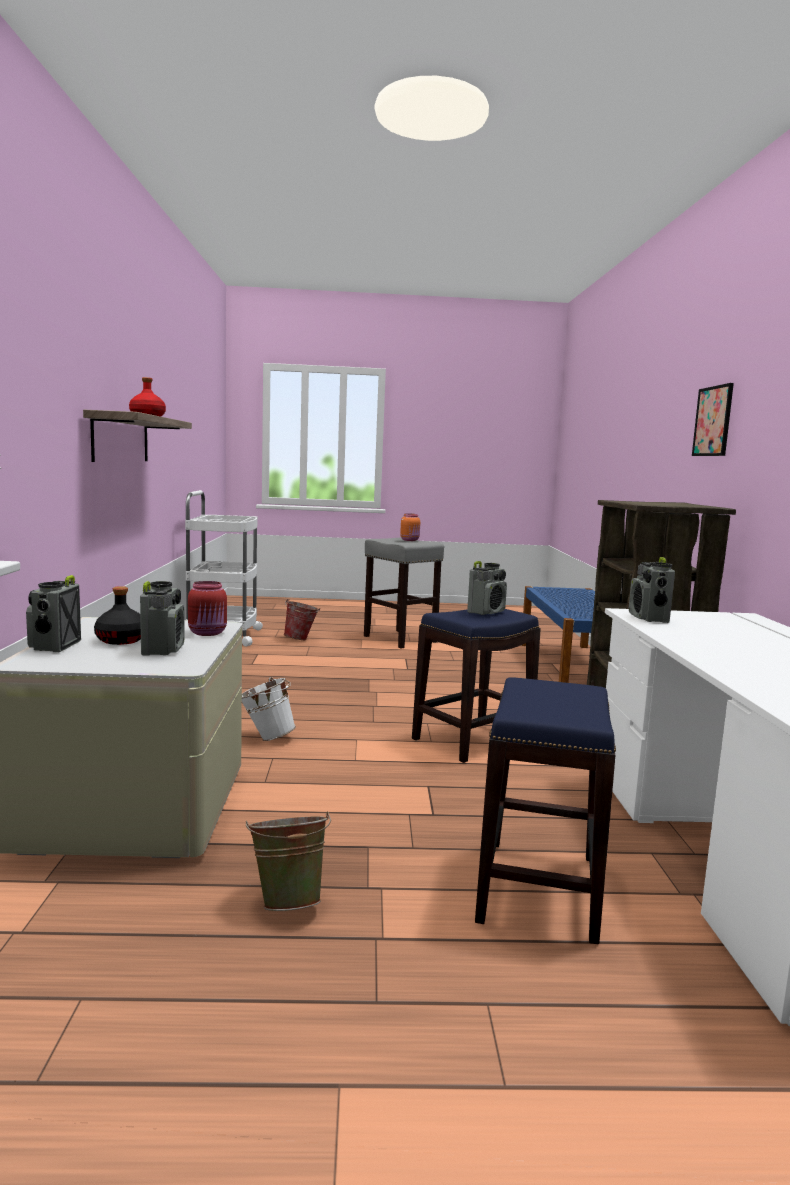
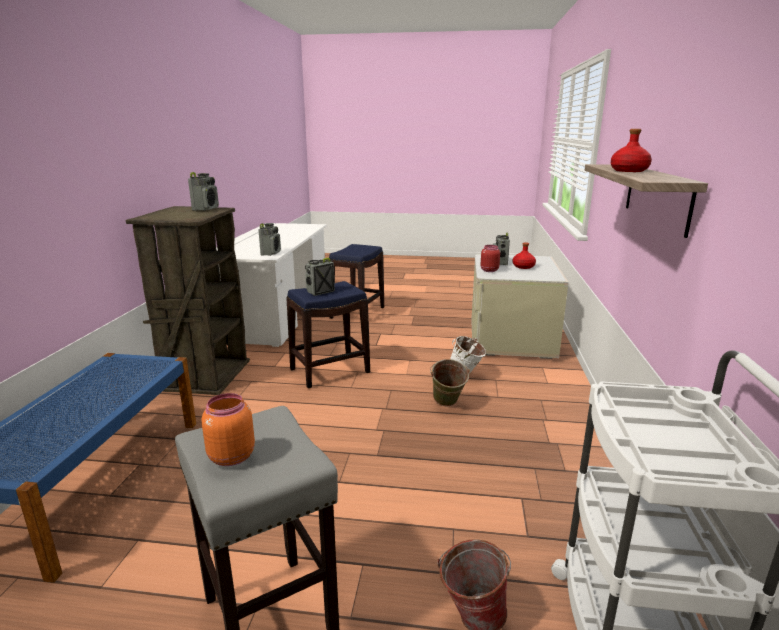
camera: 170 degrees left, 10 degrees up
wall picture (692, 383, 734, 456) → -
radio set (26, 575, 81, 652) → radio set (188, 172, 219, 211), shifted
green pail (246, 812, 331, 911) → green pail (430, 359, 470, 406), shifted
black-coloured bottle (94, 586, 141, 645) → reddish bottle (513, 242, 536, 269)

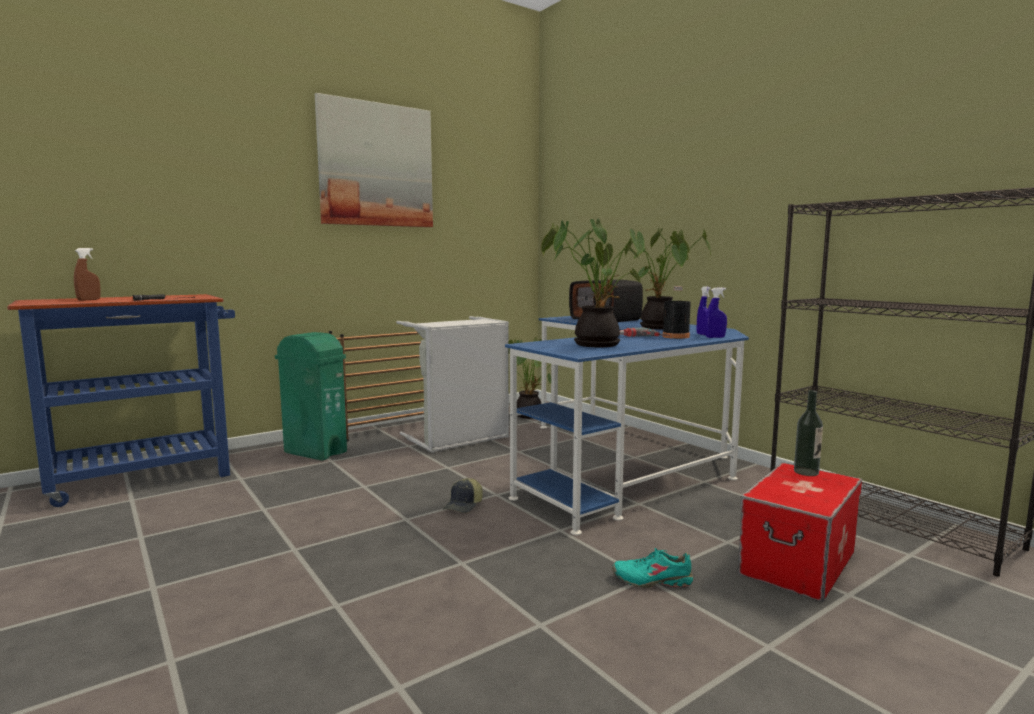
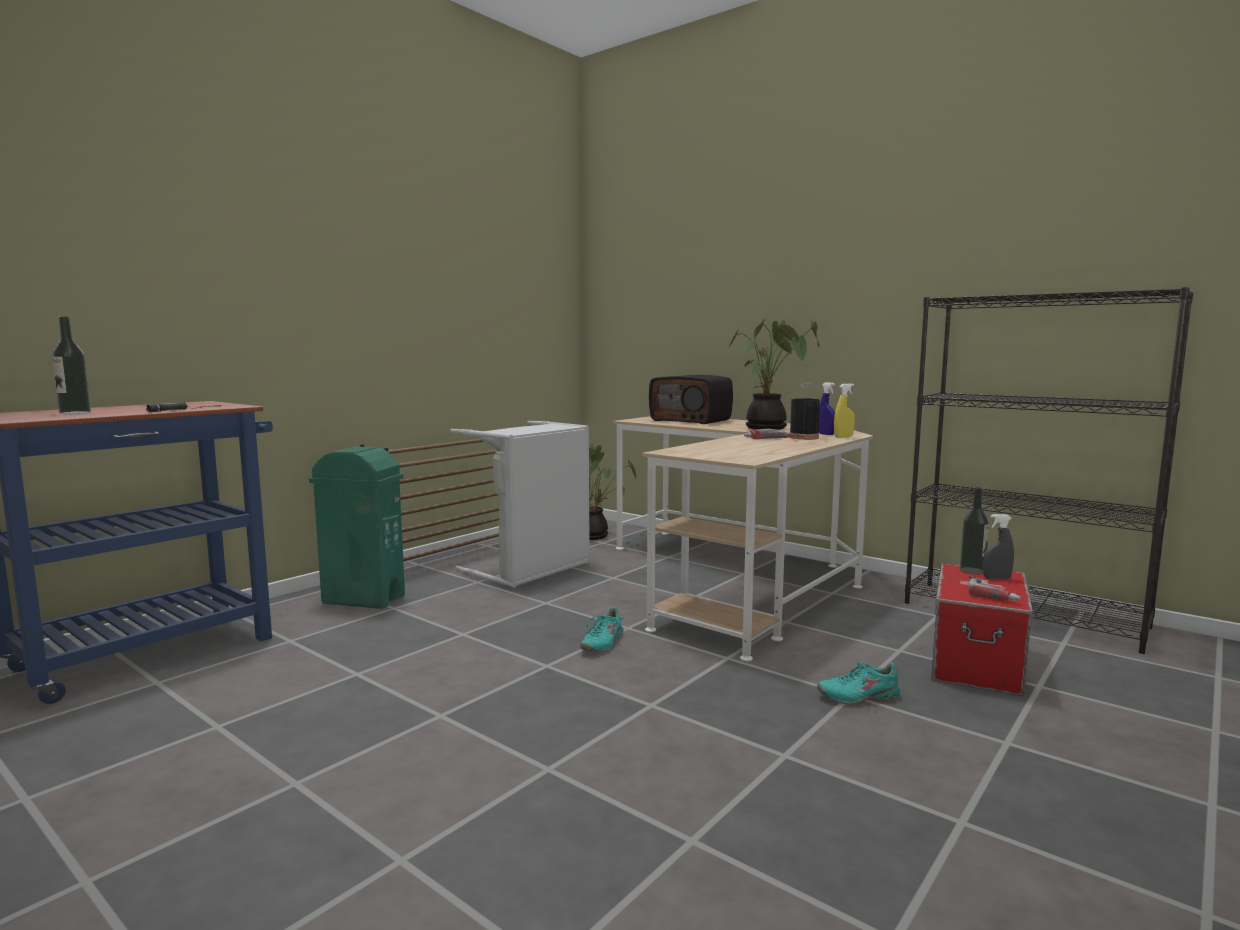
camera: 15 degrees left, 0 degrees up
wall picture (315, 93, 433, 227) → -
plant in a pot (541, 219, 644, 347) → -
- → drill (968, 575, 1021, 601)
- → gray spray bottle (983, 514, 1014, 579)
brown spray bottle (74, 248, 101, 301) → bottle (52, 316, 91, 414)
baseball cap (443, 478, 483, 513) → blue-green item of footwear (580, 607, 627, 652)
bluish desk unit (505, 316, 749, 535) → sand-coloured desk unit (613, 416, 873, 661)
bluish spray bottle (705, 287, 727, 338) → yellow spray bottle (834, 383, 855, 438)

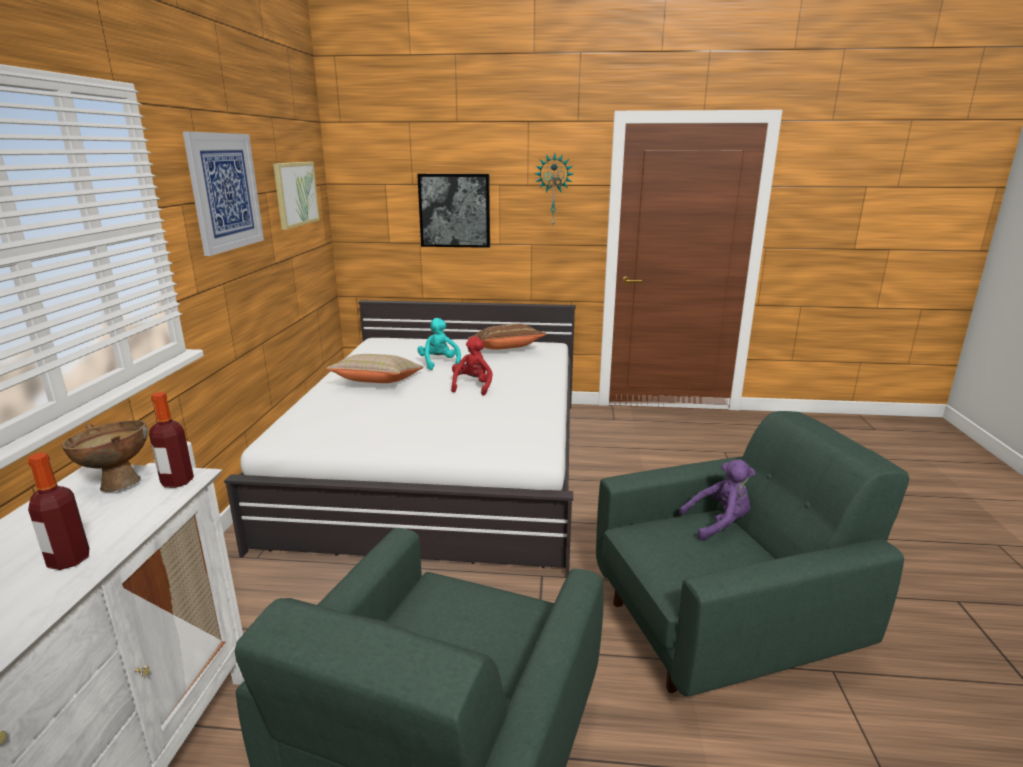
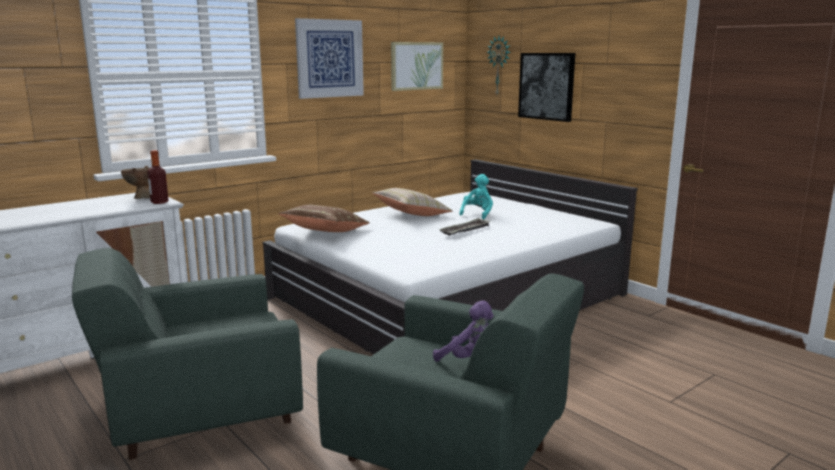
camera: 45 degrees right, 5 degrees down
bottle (28, 453, 89, 570) → -
brown throw pillow (467, 324, 546, 350) → brown throw pillow (278, 205, 370, 232), shifted
clock on the wall (535, 153, 573, 225) → clock on the wall (487, 36, 511, 95), shifted
reddish soft toy (451, 336, 493, 396) → tray (439, 218, 491, 236)

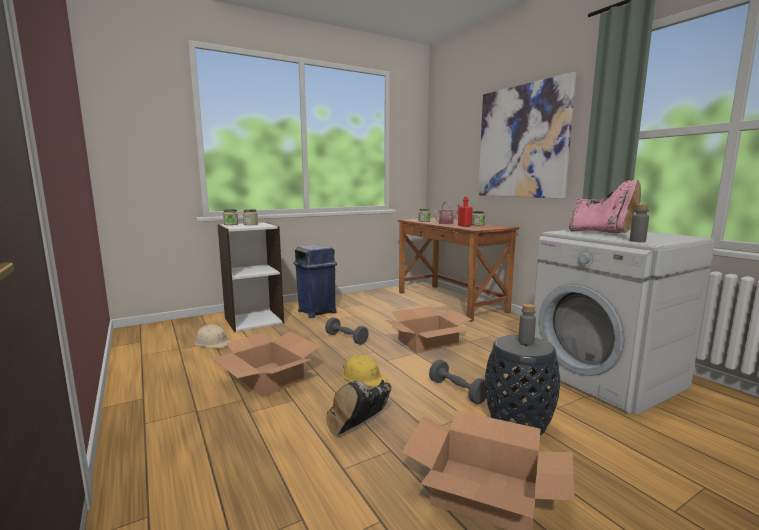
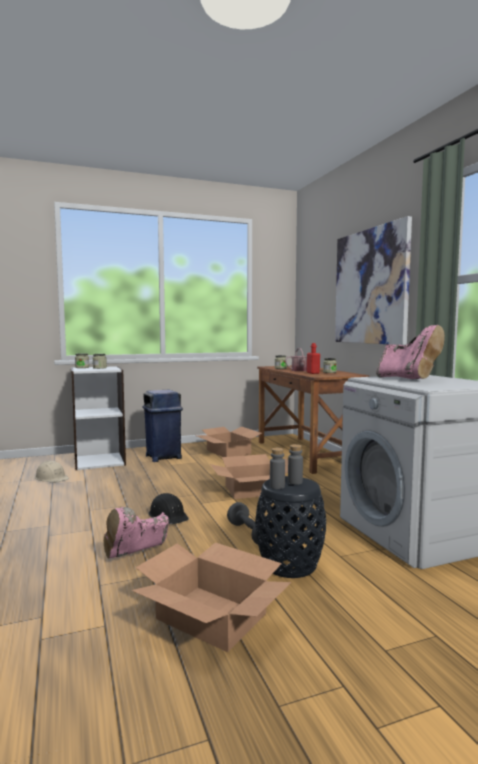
camera: 10 degrees right, 5 degrees down
gray free weight (325, 317, 369, 345) → -
packing box (211, 332, 321, 397) → packing box (195, 427, 262, 457), shifted
gray bottle (630, 204, 649, 242) → gray bottle (270, 448, 285, 489), shifted
black-coloured boot (326, 380, 392, 435) → pinkish boot (104, 507, 169, 558)
yellow work helmet (342, 355, 387, 387) → black-coloured work helmet (149, 493, 189, 524)

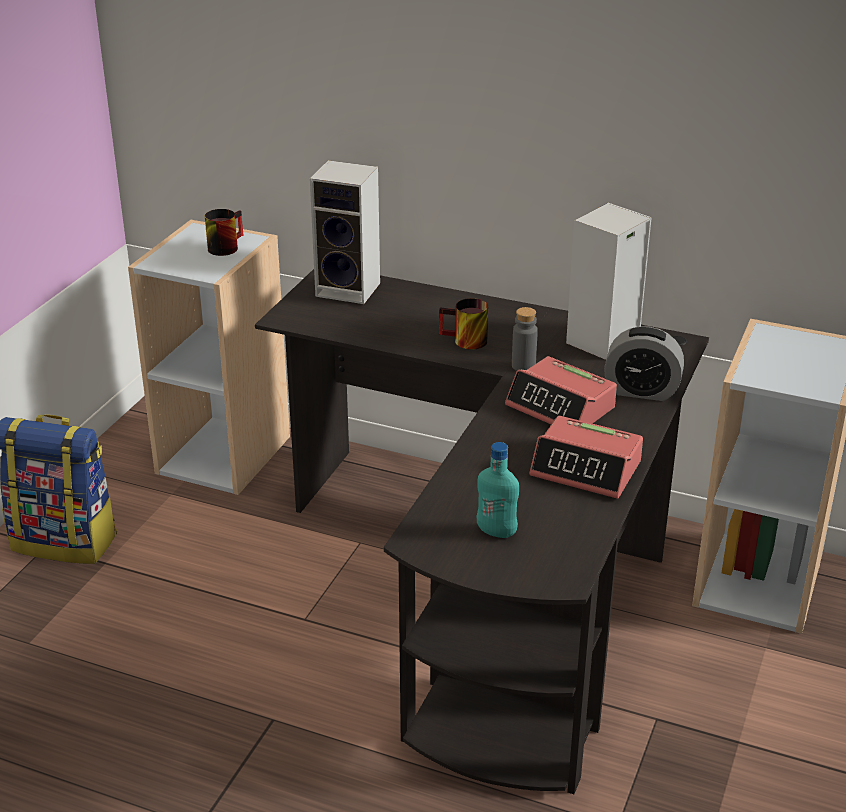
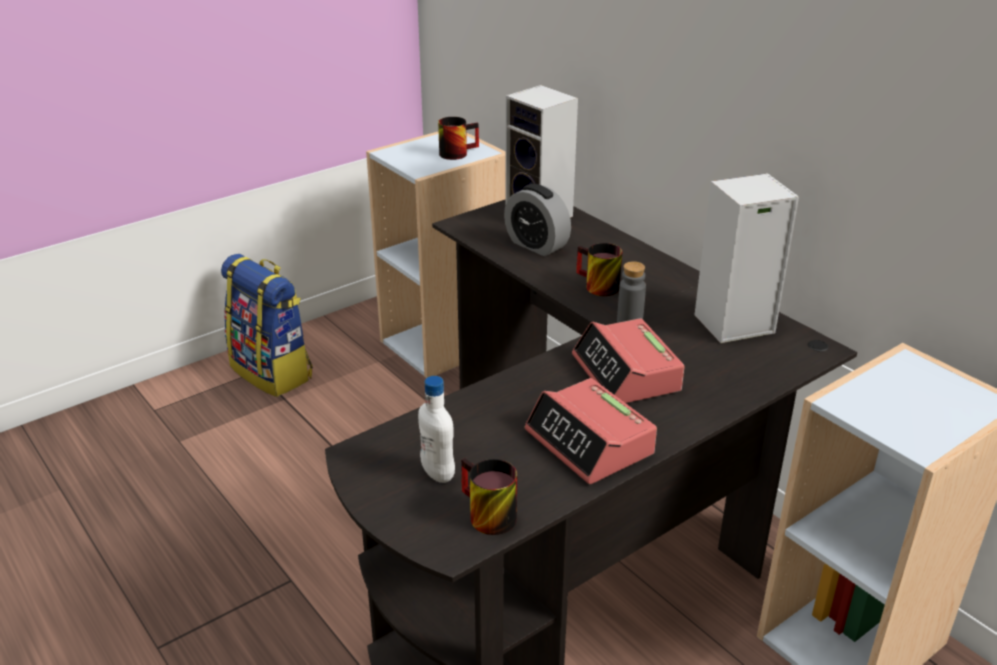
camera: 30 degrees right, 0 degrees up
- → mug (461, 458, 517, 535)
table clock (604, 327, 684, 401) → table clock (504, 184, 571, 256), shifted
blue-green bottle (477, 442, 519, 538) → white bottle (418, 376, 455, 483)

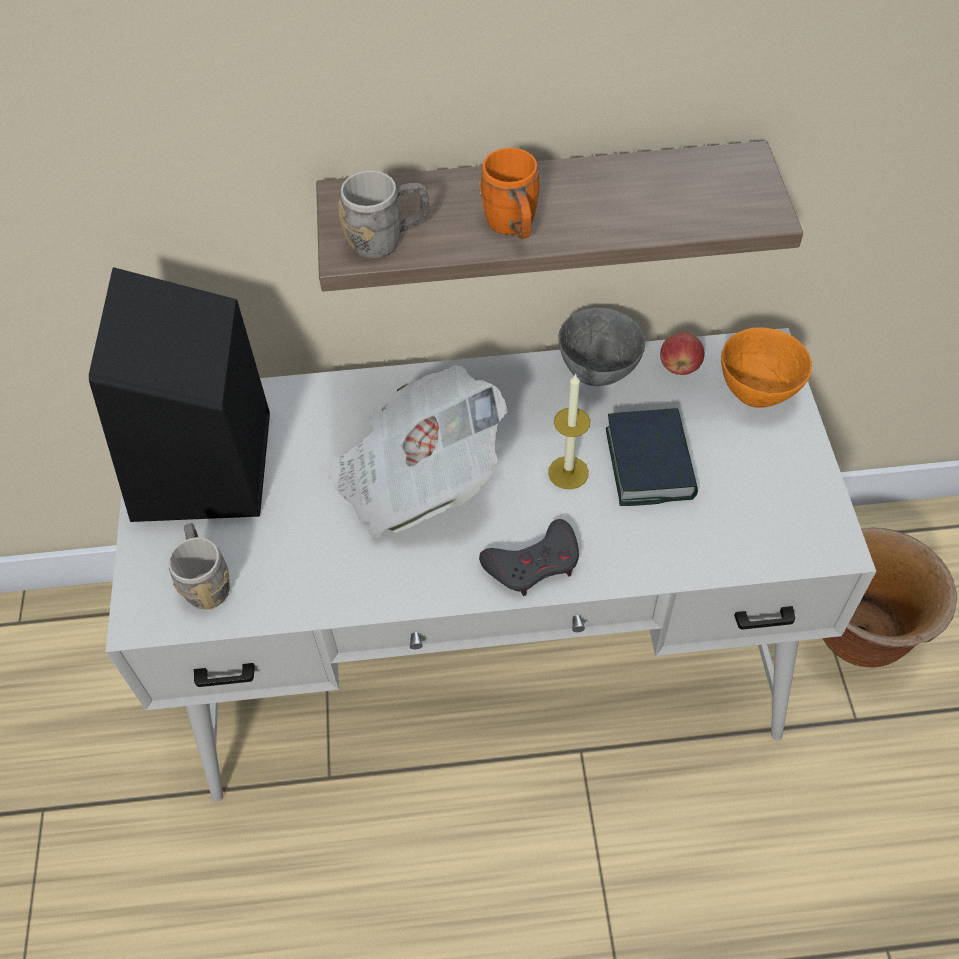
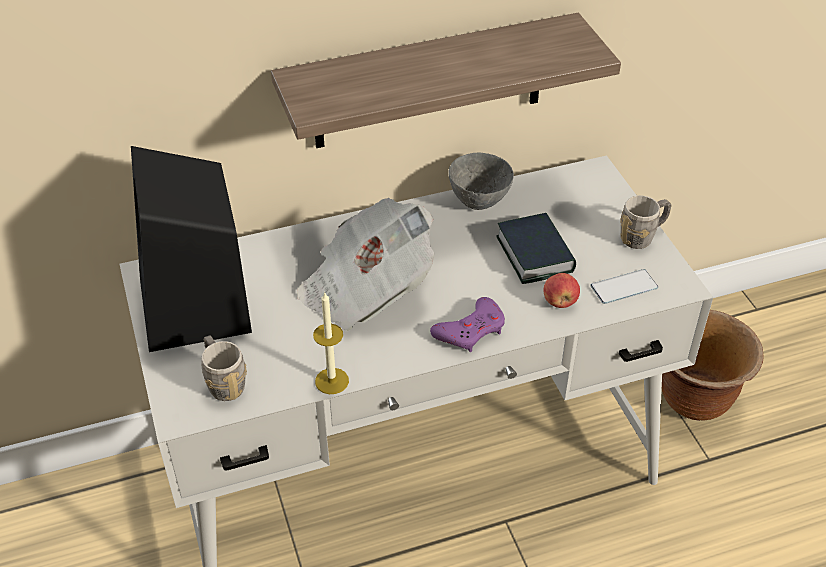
camera: 15 degrees left, 10 degrees down
orange mug (479, 148, 539, 239) → -
orange bowl (721, 327, 812, 408) → -
- → phone (590, 269, 658, 304)
gray mug (338, 171, 429, 258) → gray mug (620, 195, 671, 249), shifted
candle (548, 373, 590, 489) → candle (313, 291, 349, 394), shifted
whole apple (660, 332, 705, 375) → whole apple (544, 273, 580, 308), shifted
gray game controller (479, 519, 579, 596) → purplish game controller (430, 297, 505, 352)

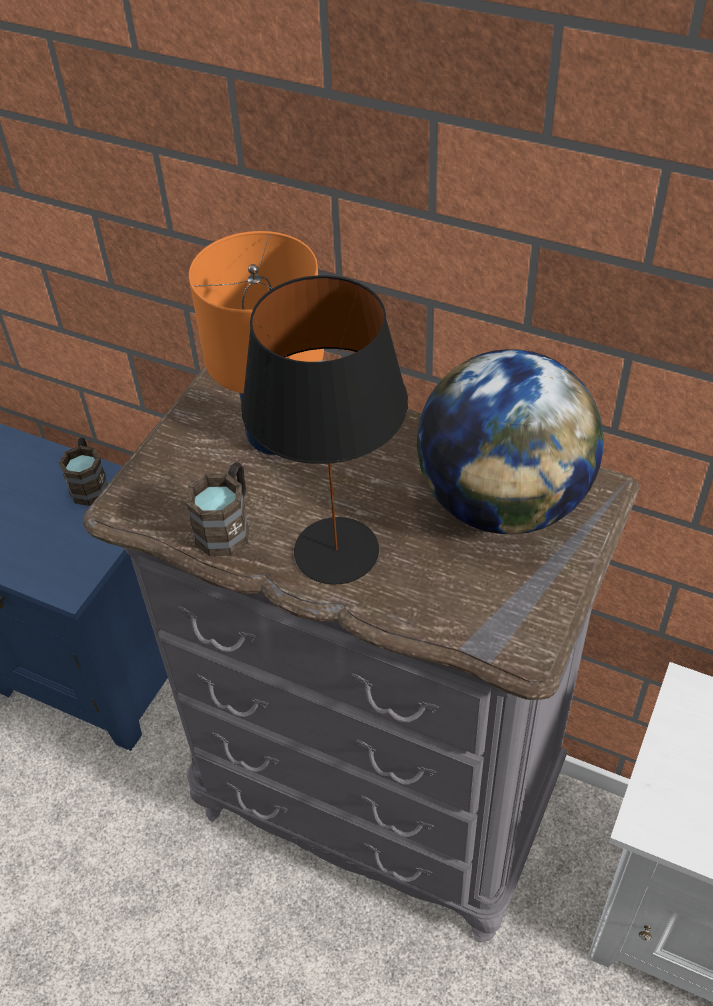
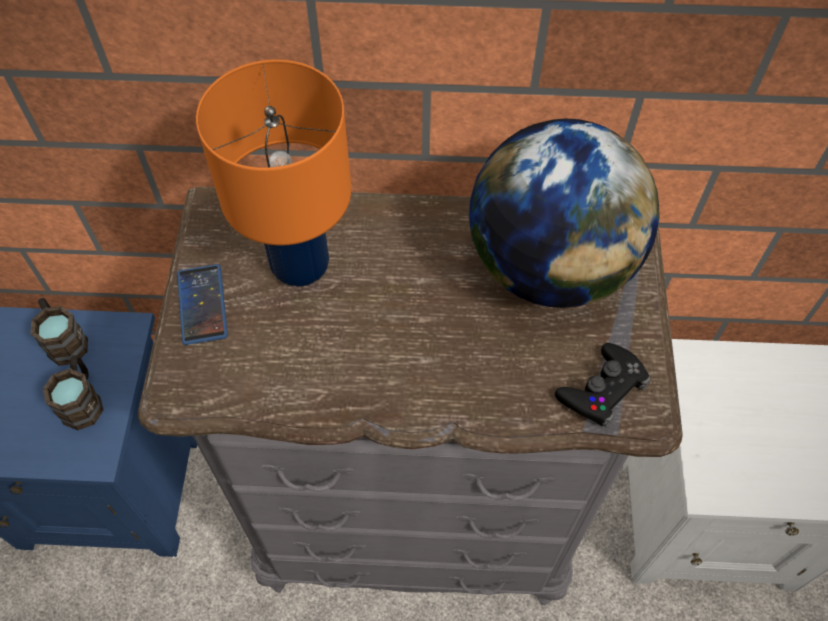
camera: 25 degrees left, 10 degrees up
black-coloured table lamp (241, 275, 408, 585) → -
- → phone (177, 264, 228, 345)
- → black-coloured game controller (555, 343, 651, 428)
brown mug (186, 462, 249, 556) → brown mug (43, 355, 103, 430), shifted

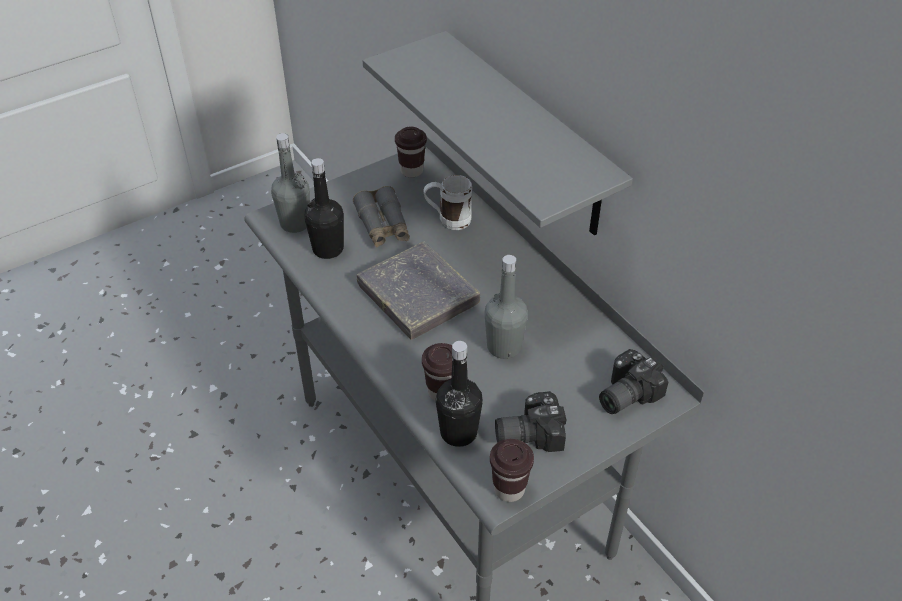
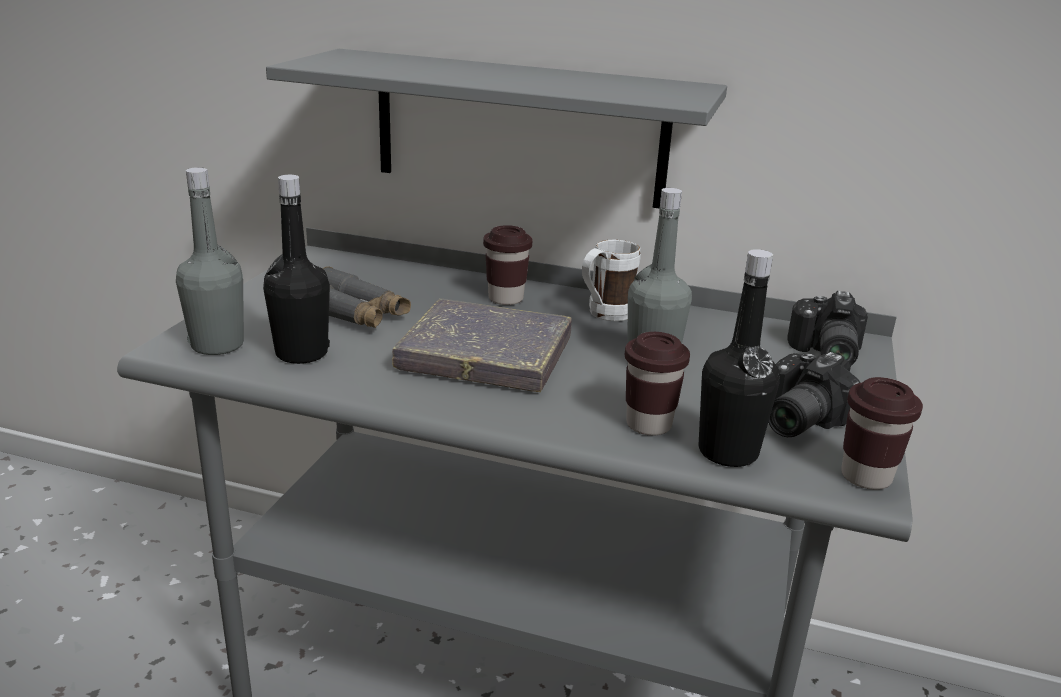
camera: 40 degrees left, 20 degrees down
brown drinking cup (395, 127, 427, 177) → brown drinking cup (483, 225, 533, 305), shifted
white mug (423, 175, 472, 230) → white mug (582, 240, 641, 321), shifted

